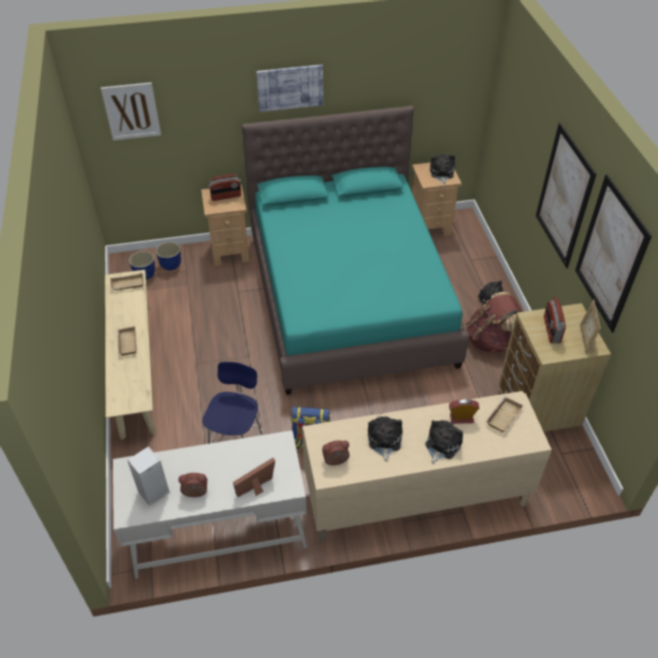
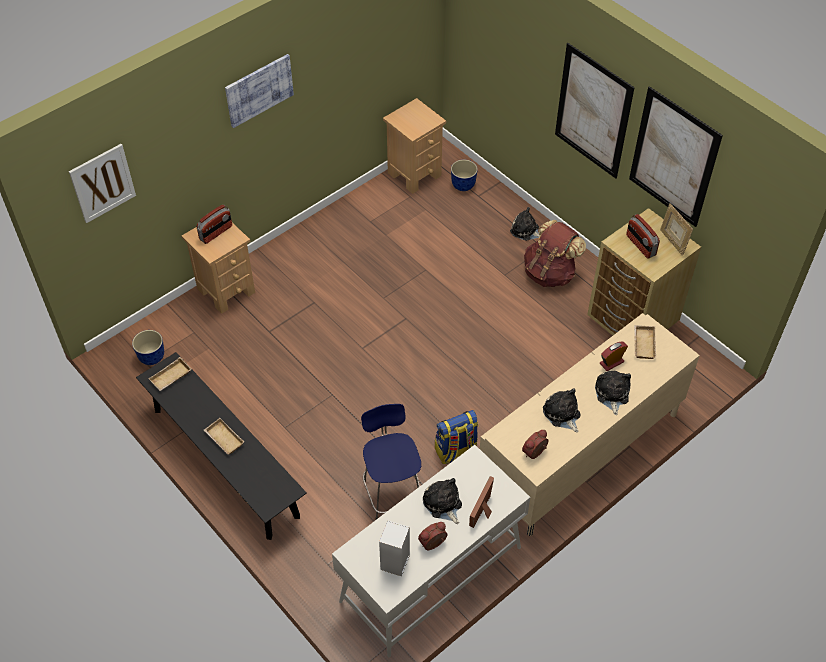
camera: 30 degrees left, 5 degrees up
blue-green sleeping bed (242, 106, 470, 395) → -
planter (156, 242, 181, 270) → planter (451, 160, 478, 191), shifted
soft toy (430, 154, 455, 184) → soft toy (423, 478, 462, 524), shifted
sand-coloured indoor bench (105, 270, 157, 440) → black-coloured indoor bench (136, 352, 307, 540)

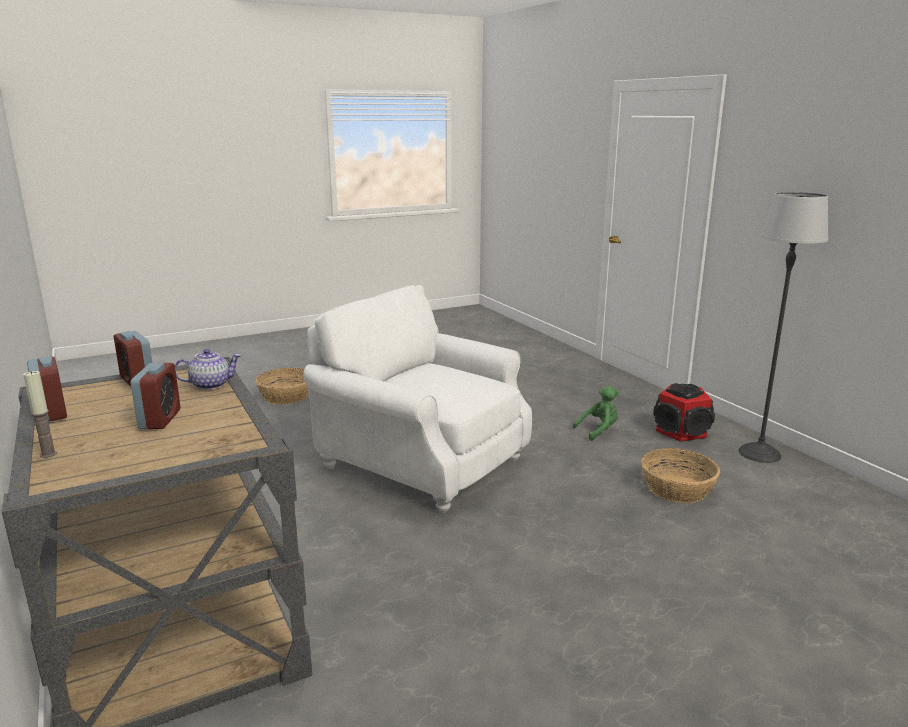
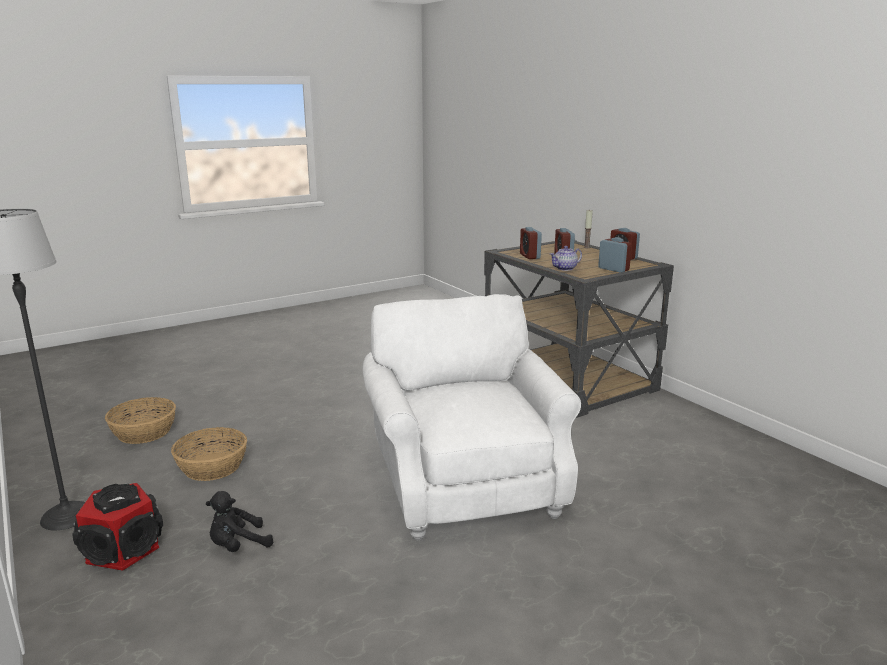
camera: 175 degrees right, 0 degrees up
- → table clock (520, 227, 542, 259)
storage basket (255, 368, 309, 405) → storage basket (105, 397, 176, 444), shifted
green soft toy (573, 386, 620, 441) → black-coloured soft toy (206, 491, 273, 552)
white lounge chair (303, 285, 532, 513) → white lounge chair (363, 294, 581, 541), 135 degrees counterclockwise

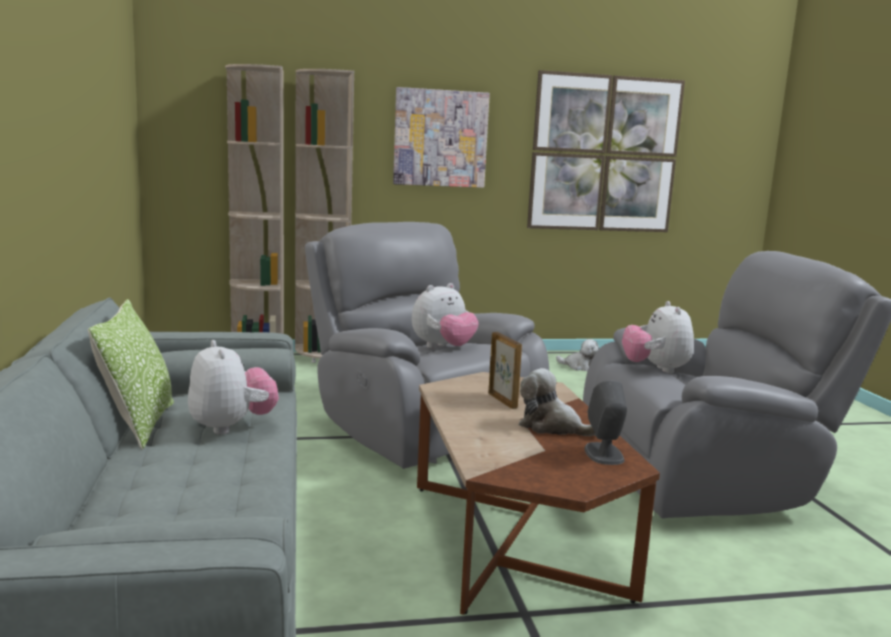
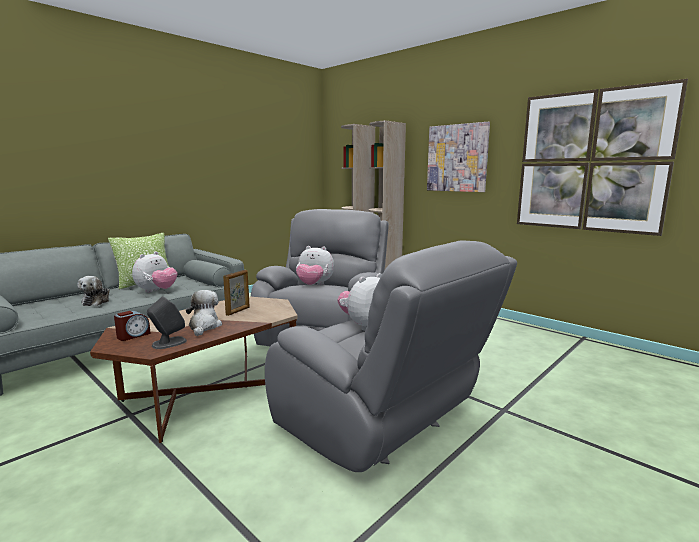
camera: 55 degrees right, 0 degrees up
- → table clock (114, 311, 151, 341)
soft toy (556, 339, 599, 371) → soft toy (78, 276, 110, 306), shifted

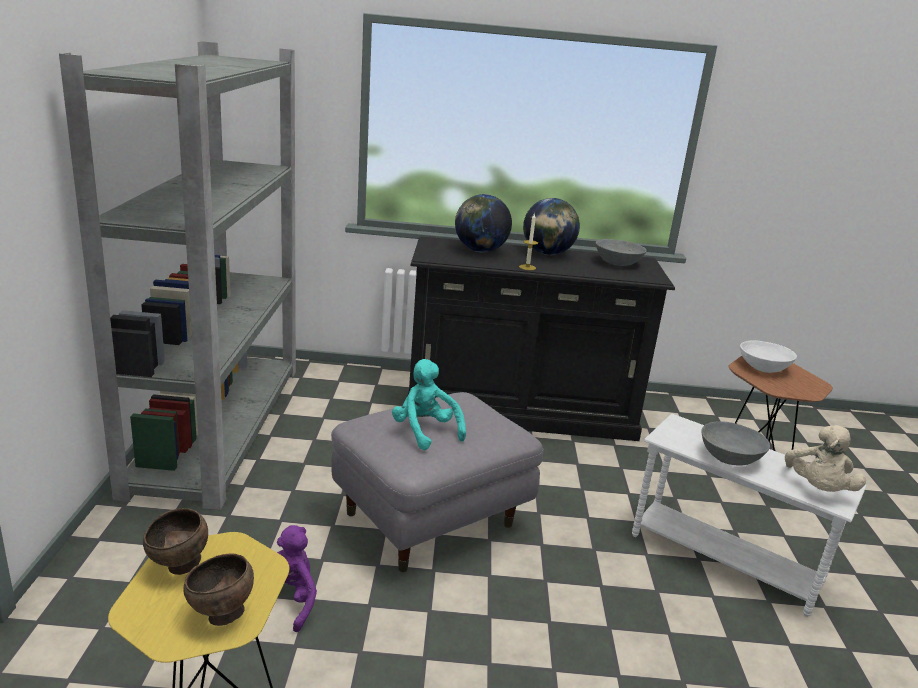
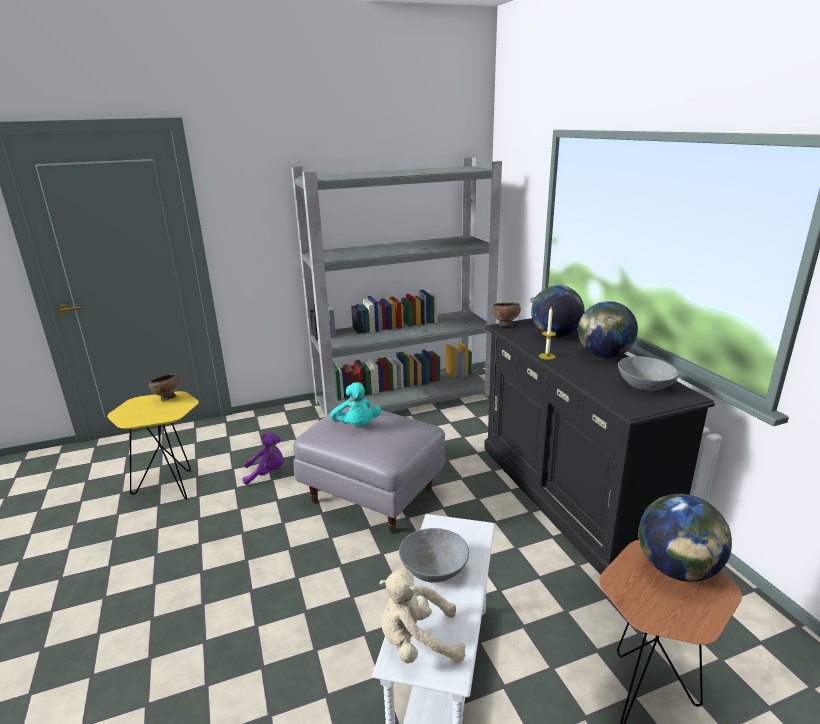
camera: 70 degrees right, 0 degrees up
brown bowl (184, 553, 254, 626) → brown bowl (492, 303, 521, 326), shifted
white bowl (740, 340, 797, 373) → desk globe (638, 494, 732, 582)
blue-green soft toy (392, 359, 466, 450) → blue-green soft toy (330, 382, 381, 426), 120 degrees clockwise

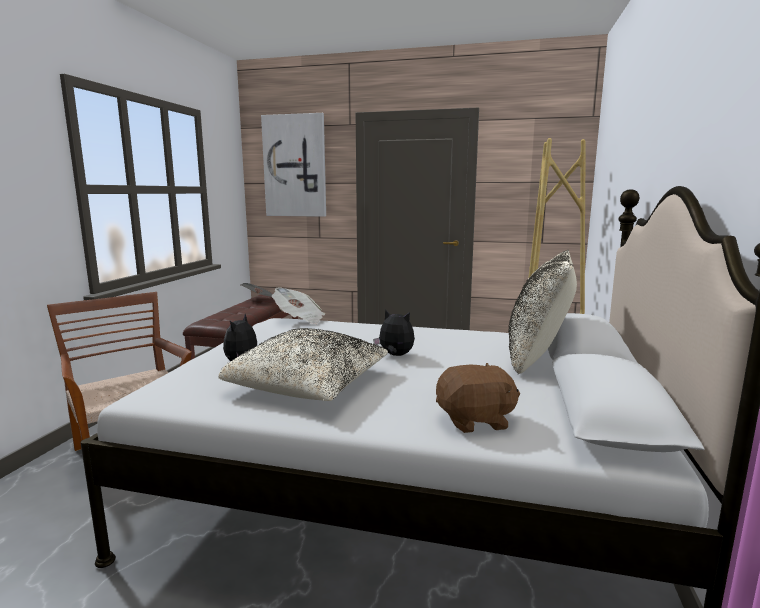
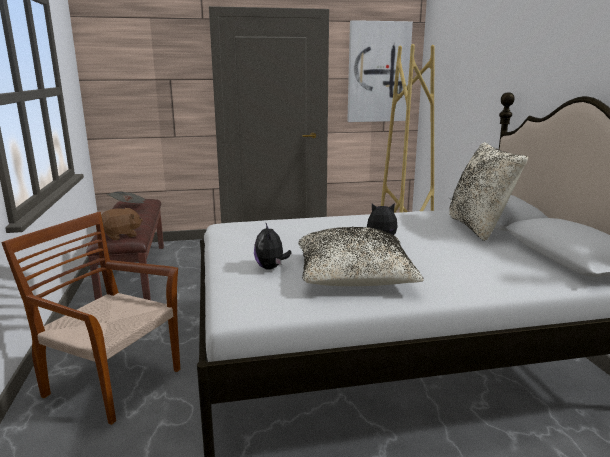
camera: 25 degrees left, 5 degrees up
printed paper (272, 287, 325, 324) → -
wall picture (261, 113, 326, 217) → wall picture (347, 20, 413, 122), shifted
brown soft toy (436, 363, 520, 433) → brown soft toy (101, 208, 143, 240), shifted

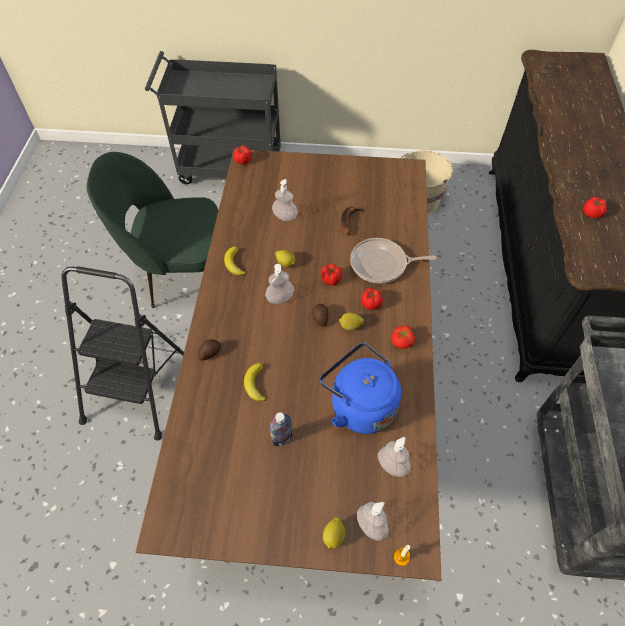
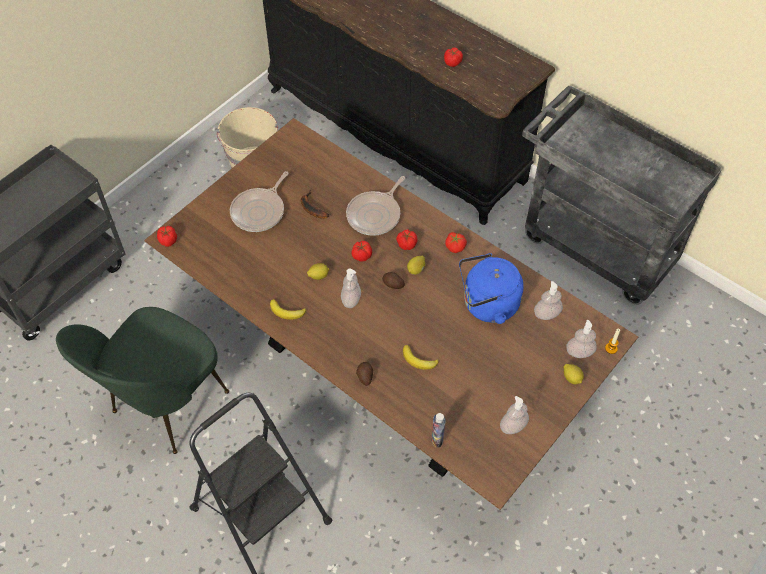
camera: 55 degrees left, 0 degrees up
- → pan (230, 171, 289, 232)
bottle (270, 412, 292, 447) → bottle (431, 413, 446, 447), shifted
soap dispenser (272, 179, 298, 221) → soap dispenser (500, 396, 529, 434), shifted

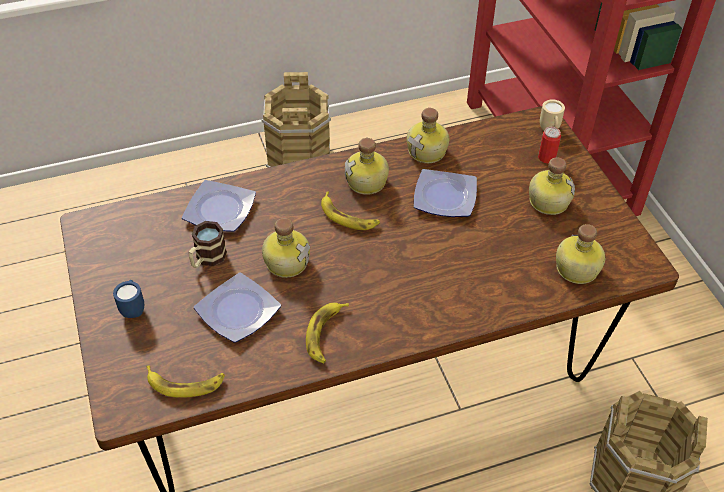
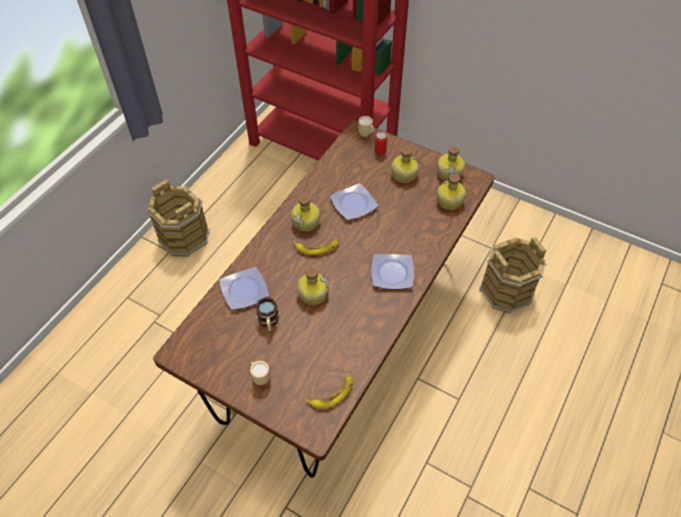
camera: 40 degrees left, 5 degrees up
banana fruit (306, 303, 349, 363) → -
plate (194, 273, 281, 342) → plate (371, 254, 414, 290), shifted
bottle (407, 108, 449, 163) → bottle (437, 146, 465, 181), shifted
bluish mug (113, 280, 144, 318) → sand-coloured mug (250, 361, 270, 386)

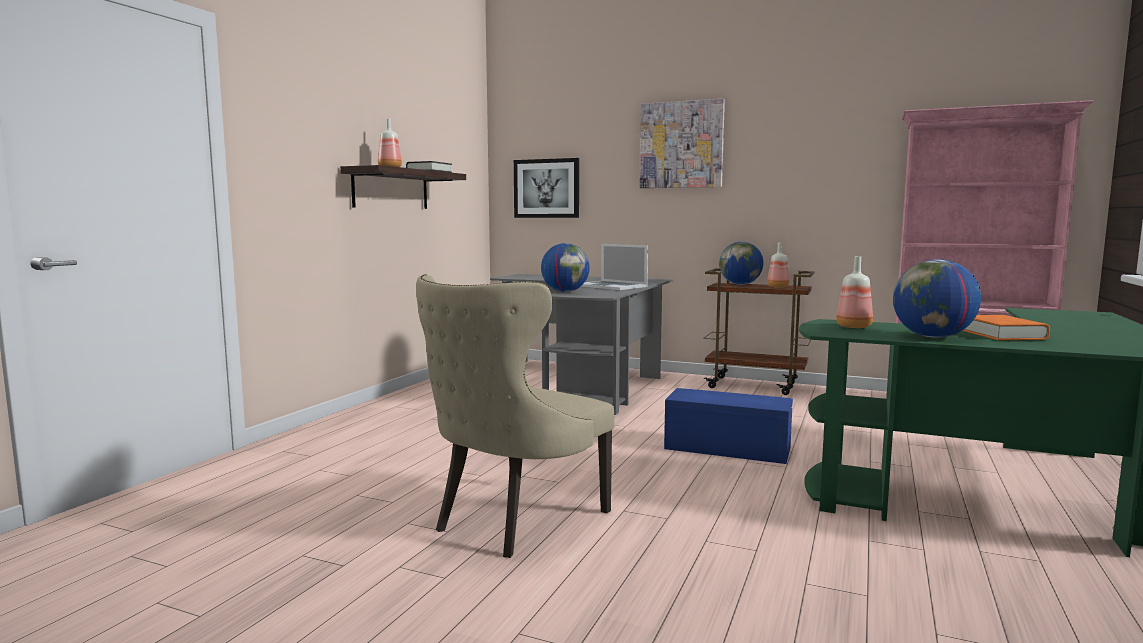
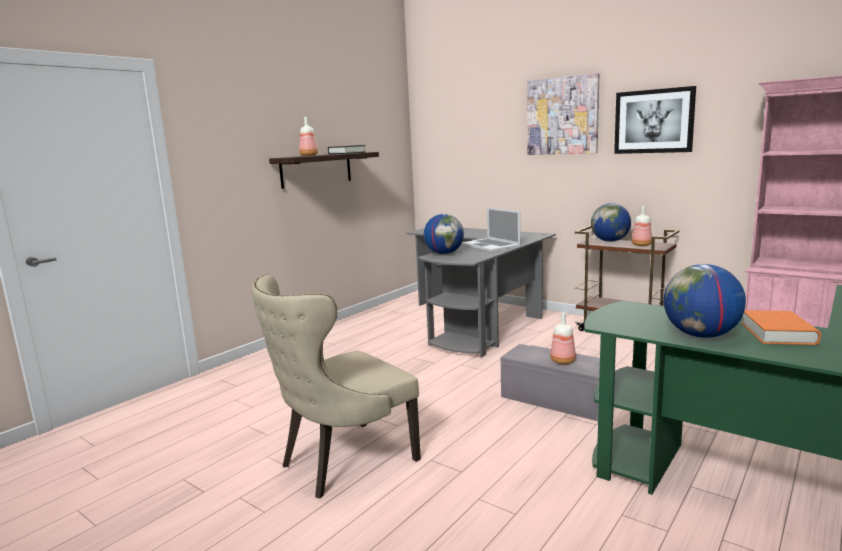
camera: 15 degrees right, 5 degrees up
wall picture (514, 158, 579, 218) → wall picture (614, 86, 696, 154), shifted
bottle (836, 256, 873, 328) → bottle (550, 312, 576, 364), shifted
bluish storage container (664, 388, 793, 464) → gray storage container (500, 344, 600, 421)

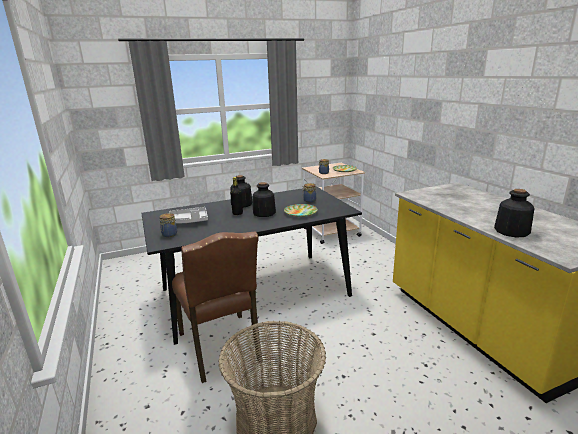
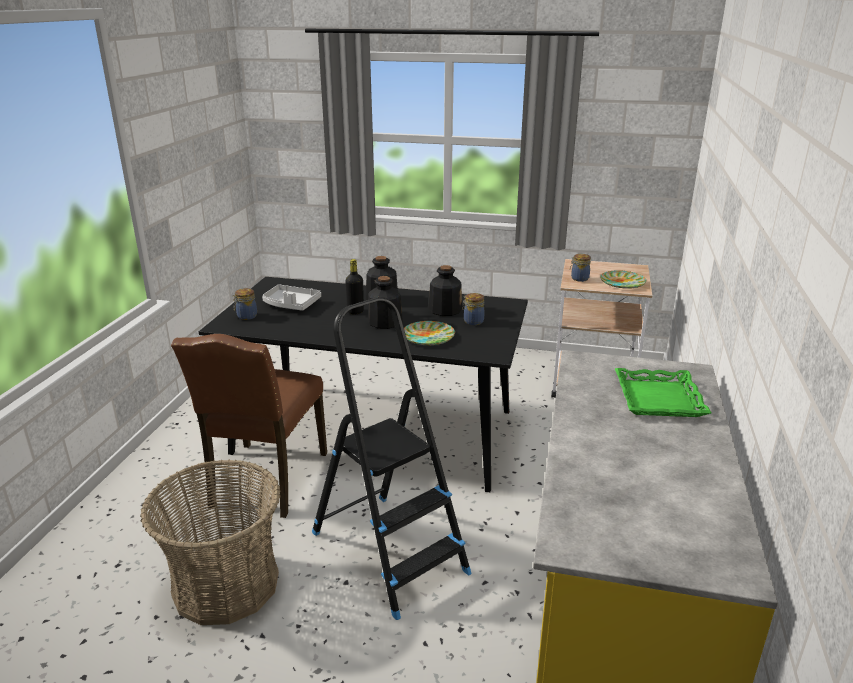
camera: 35 degrees right, 5 degrees up
- → black-coloured step stool (312, 298, 472, 620)
- → green tray (615, 368, 711, 417)
bottle (494, 189, 535, 238) → bottle (429, 265, 462, 316), shifted

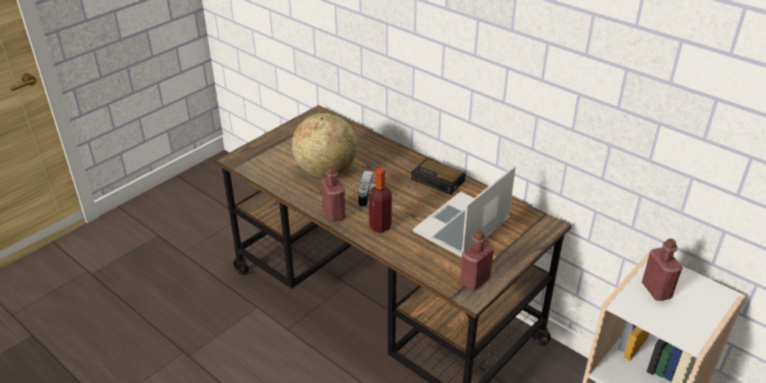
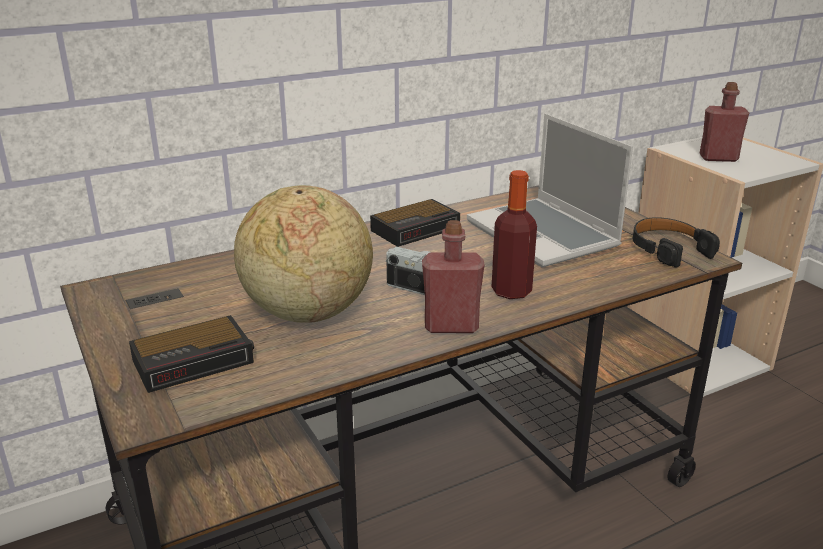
camera: 70 degrees left, 10 degrees down
- → table clock (129, 315, 254, 393)
reddish bottle (460, 230, 494, 291) → black-coloured headset (633, 217, 720, 267)

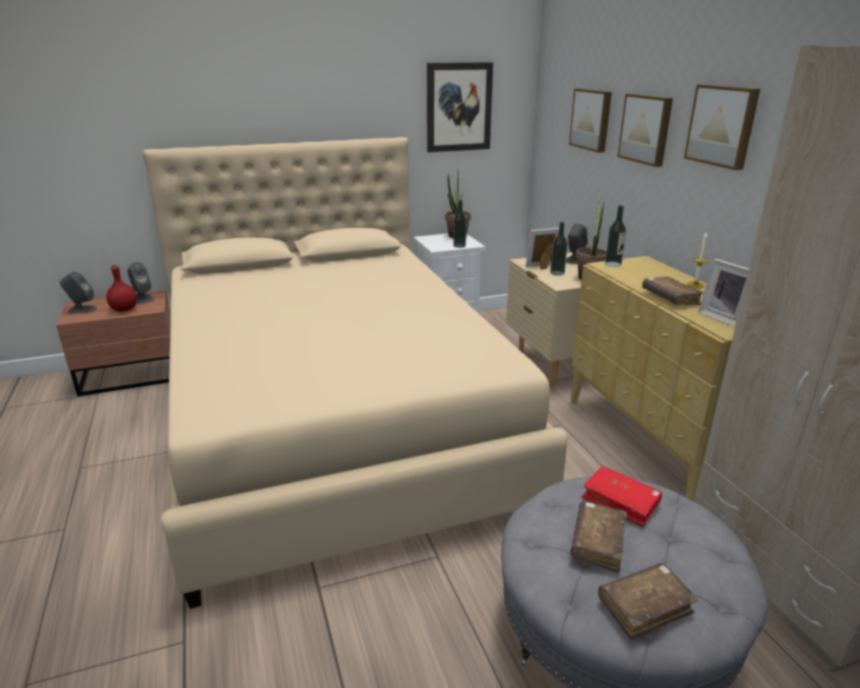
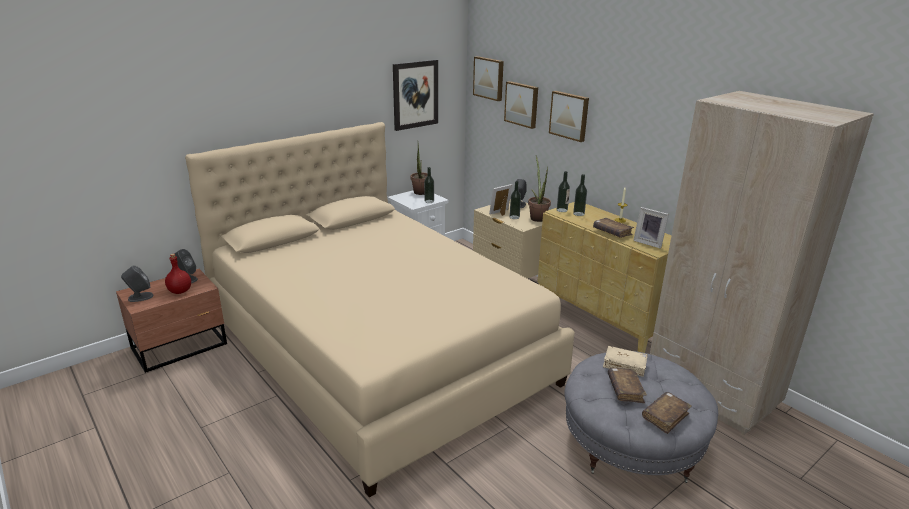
camera: 20 degrees left, 0 degrees up
- → bottle (573, 174, 587, 216)
wall picture (684, 84, 760, 170) → wall picture (473, 56, 504, 101), shifted
reddish book (582, 466, 663, 527) → sand-coloured book (603, 346, 648, 377)

